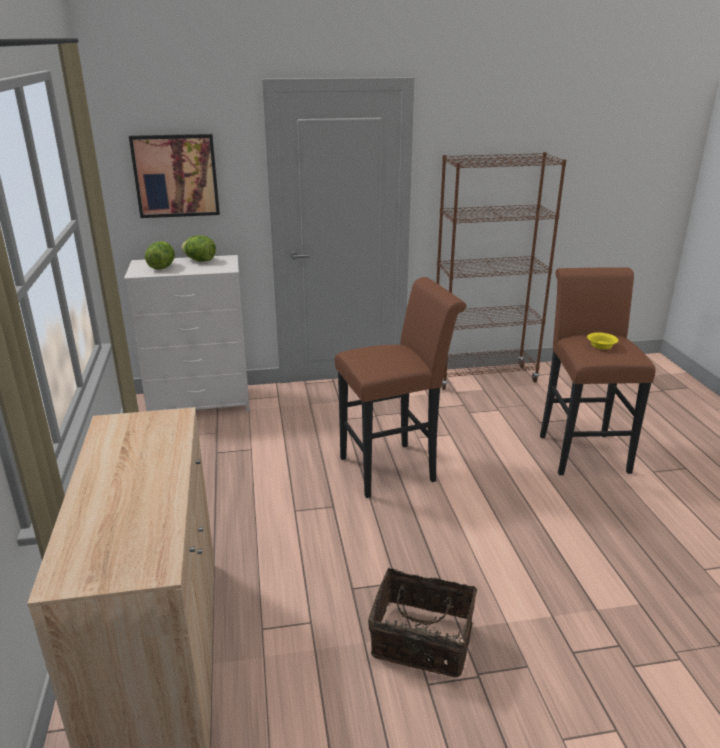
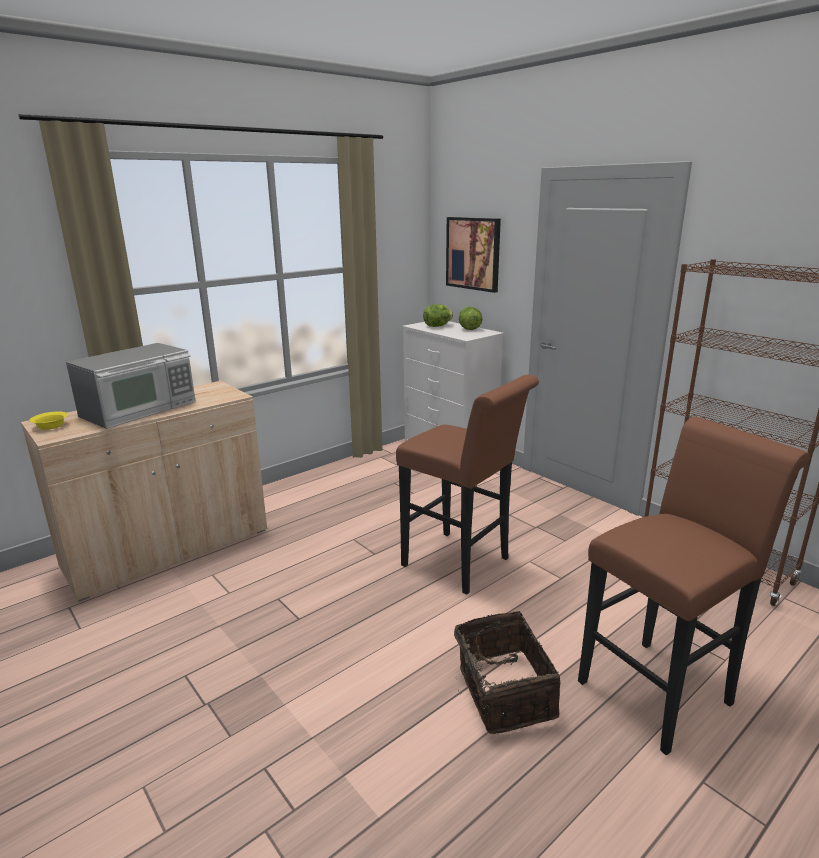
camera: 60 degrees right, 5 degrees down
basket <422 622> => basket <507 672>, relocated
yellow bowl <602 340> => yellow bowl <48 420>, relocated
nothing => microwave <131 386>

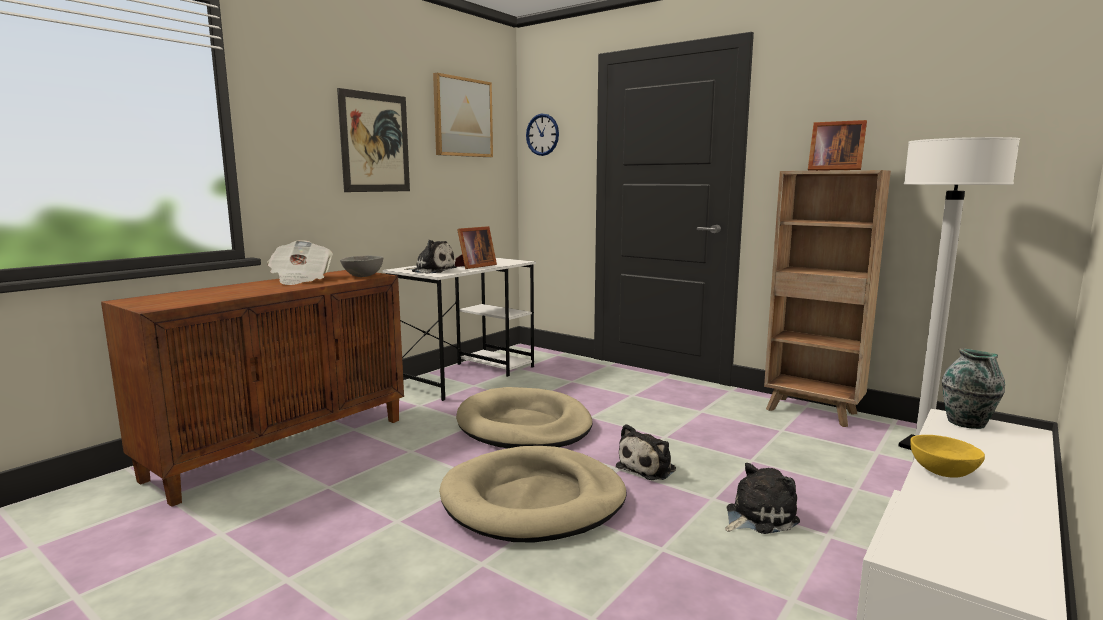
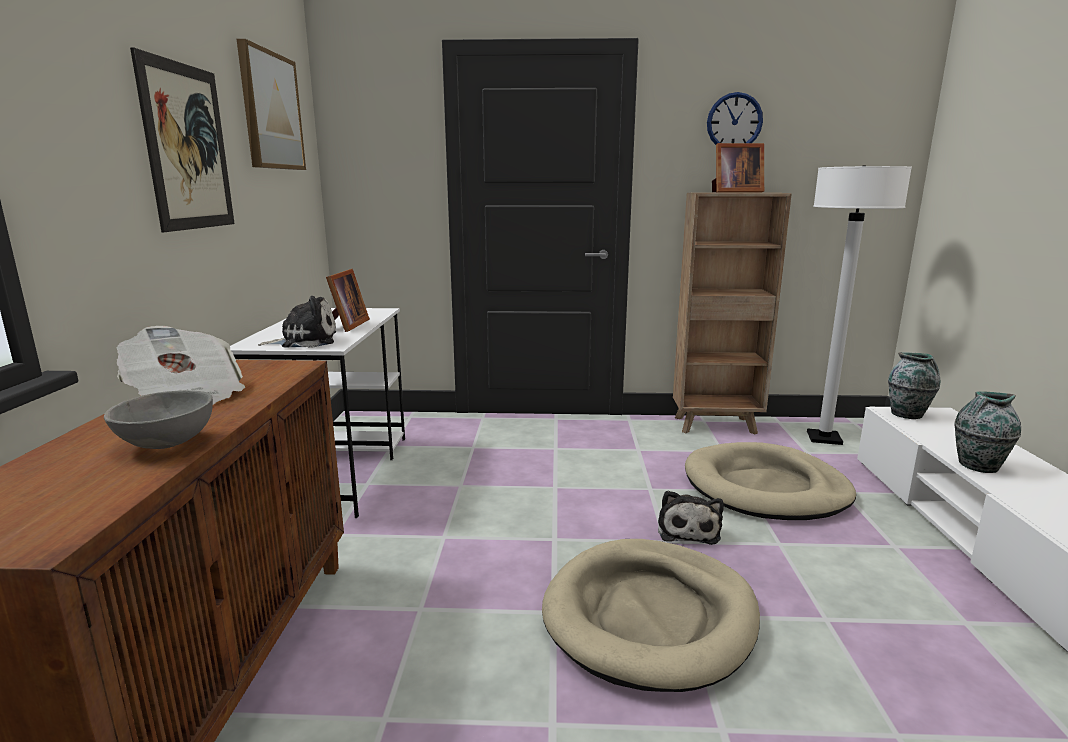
camera: 35 degrees left, 5 degrees up
grey bowl <362 266> => grey bowl <158 420>, relocated
beige dog bed <524 417> => beige dog bed <770 481>, relocated
wall clock <542 134> => wall clock <735 118>, relocated
plush toy <762 498> => nothing
yellow bowl <947 456> => vase <987 432>

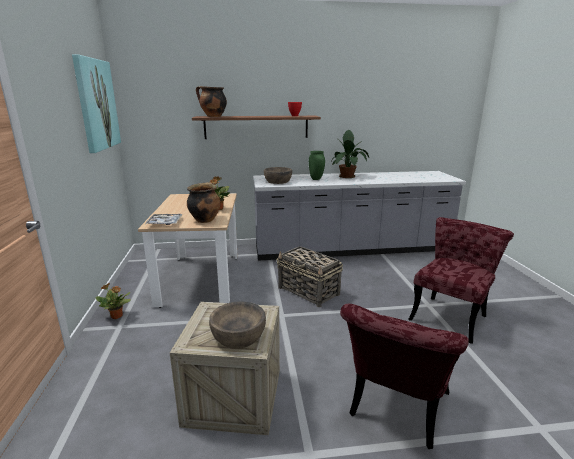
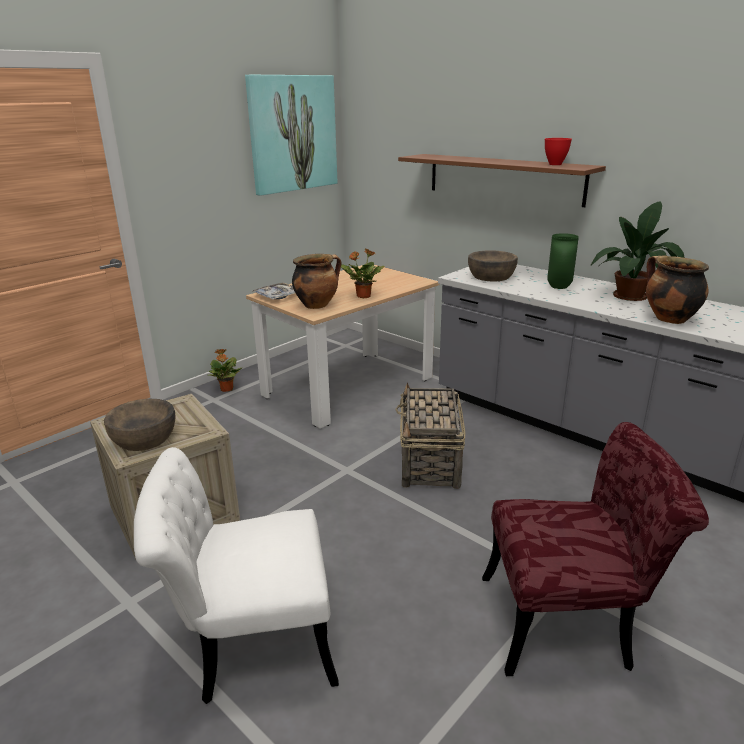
camera: 50 degrees right, 5 degrees up
cooking pot <211 101> => cooking pot <677 290>, relocated
red chair <404 376> => white chair <236 575>

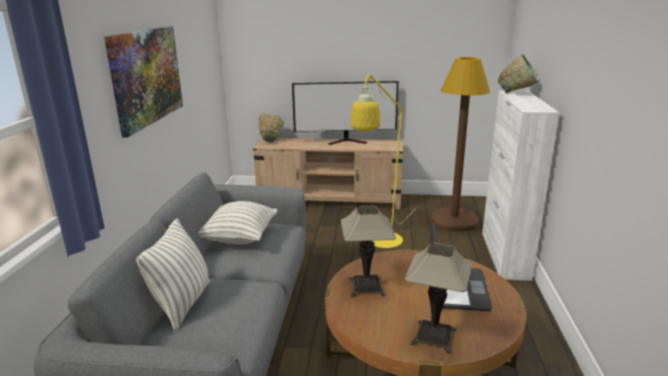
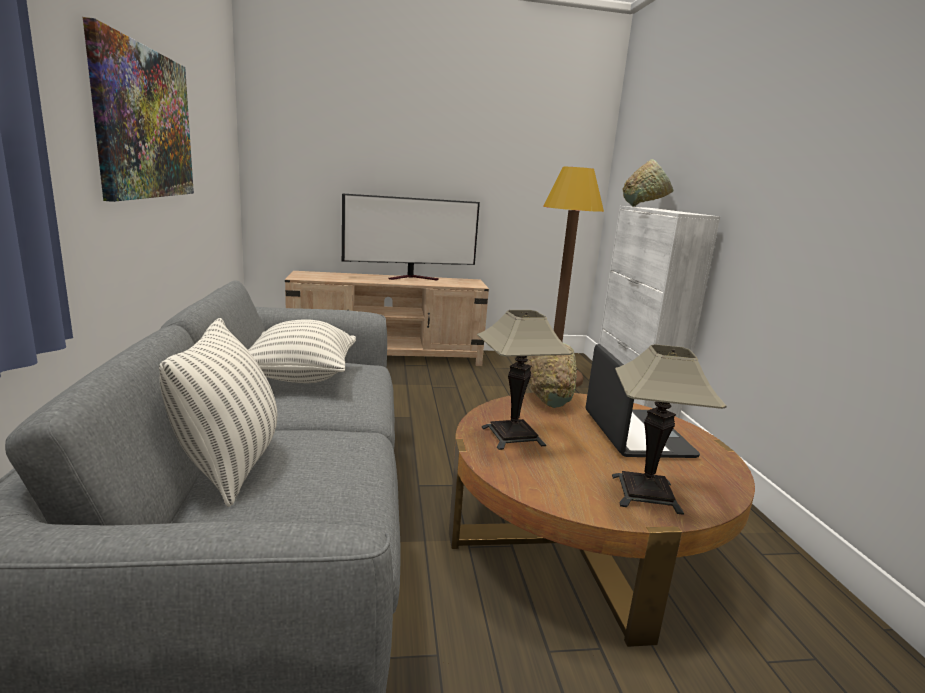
camera: 15 degrees left, 5 degrees down
green bowl <271 127> => green bowl <550 375>, relocated
yellow floor lamp <384 160> => nothing

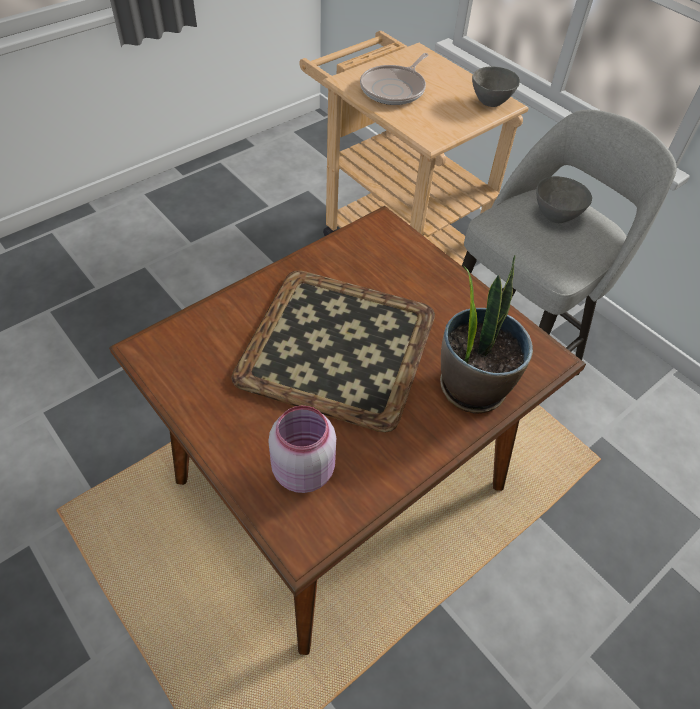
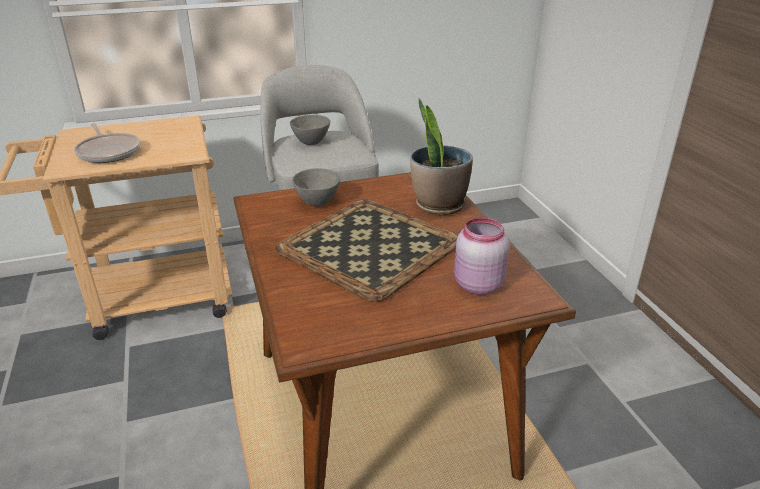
camera: 65 degrees left, 20 degrees down
grey bowl <496 86> => grey bowl <316 187>, relocated

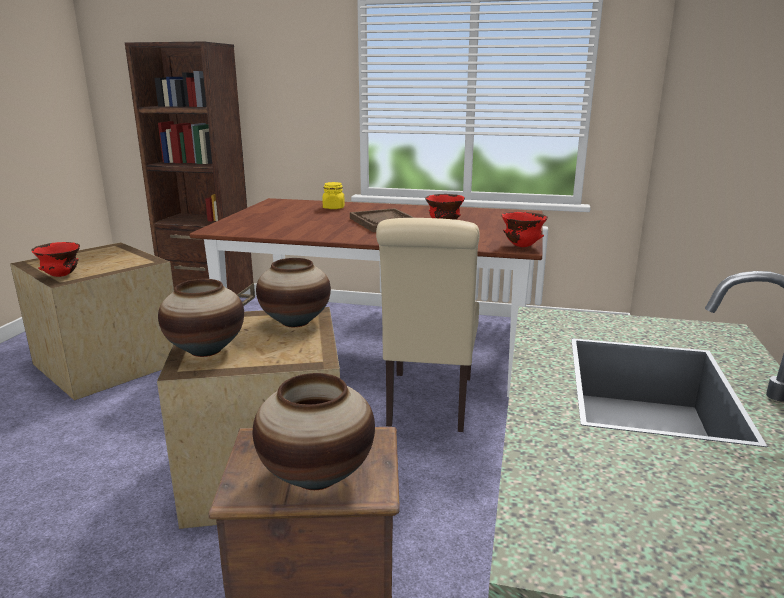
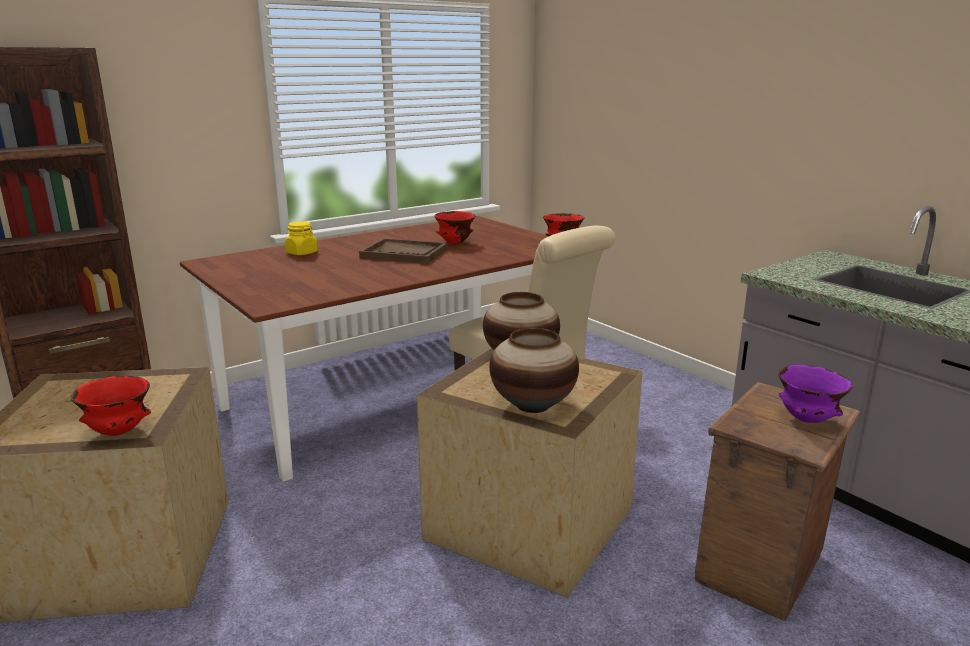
camera: 50 degrees left, 0 degrees up
vase <314 431> => purple bowl <815 394>

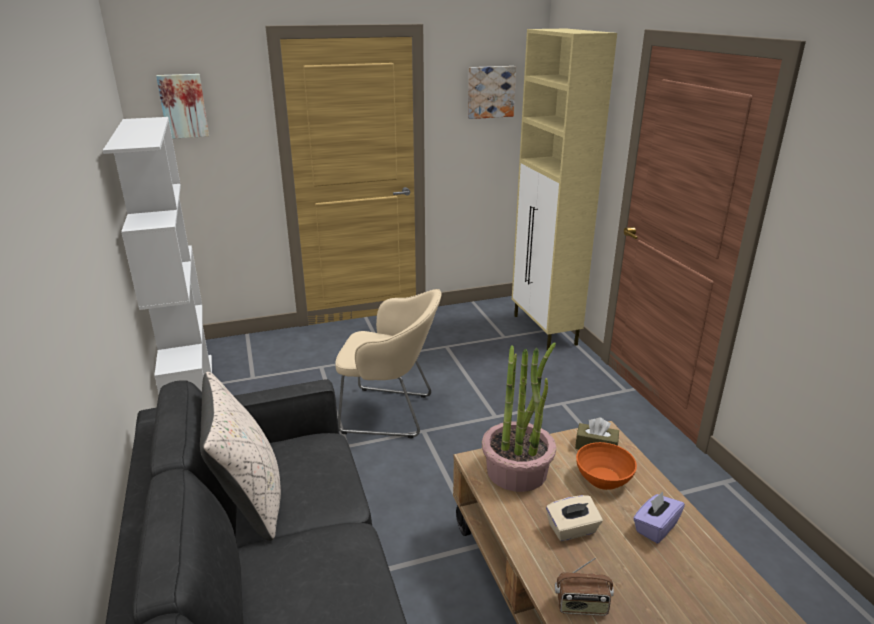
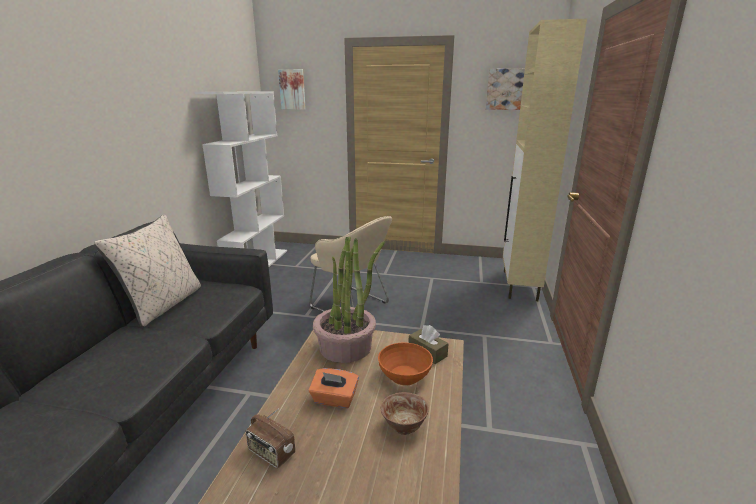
camera: 30 degrees right, 5 degrees down
beige tissue box <574 518> => orange tissue box <334 388>
purple tissue box <659 517> => bowl <405 413>

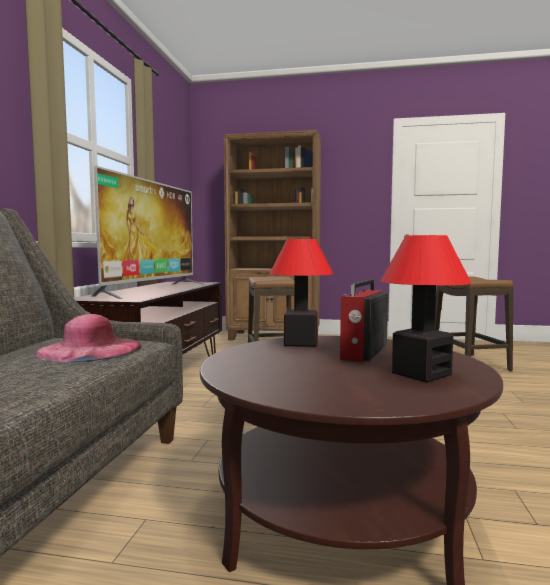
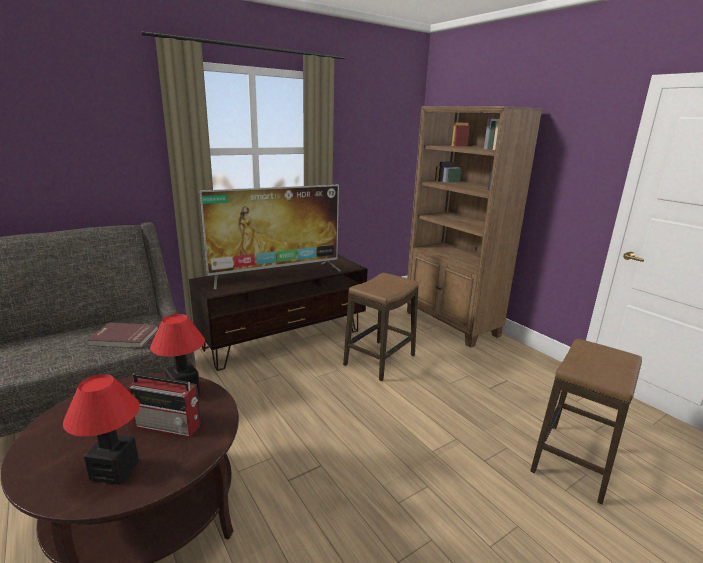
camera: 45 degrees right, 15 degrees up
pink hat <88 338> => red book <123 335>
radio <364 320> => radio <164 405>, 150 degrees counterclockwise

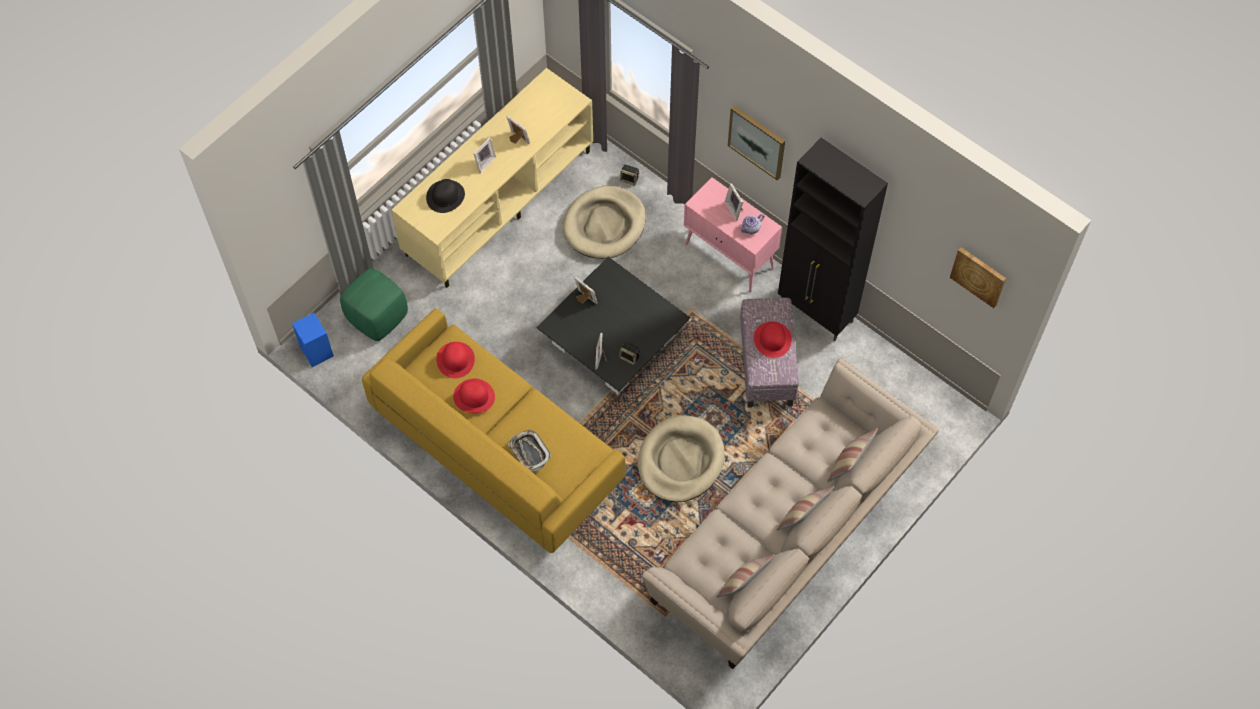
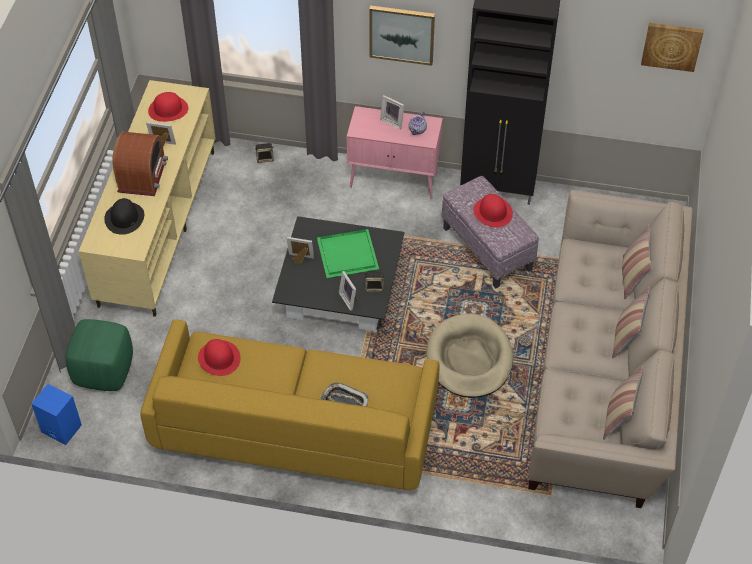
camera: 30 degrees left, 10 degrees down
red hat <474 396> => red hat <168 107>, relocated
picture frame <484 155> => radio <140 164>
beige dog bed <604 222> => nothing
nothing => green tray <348 253>

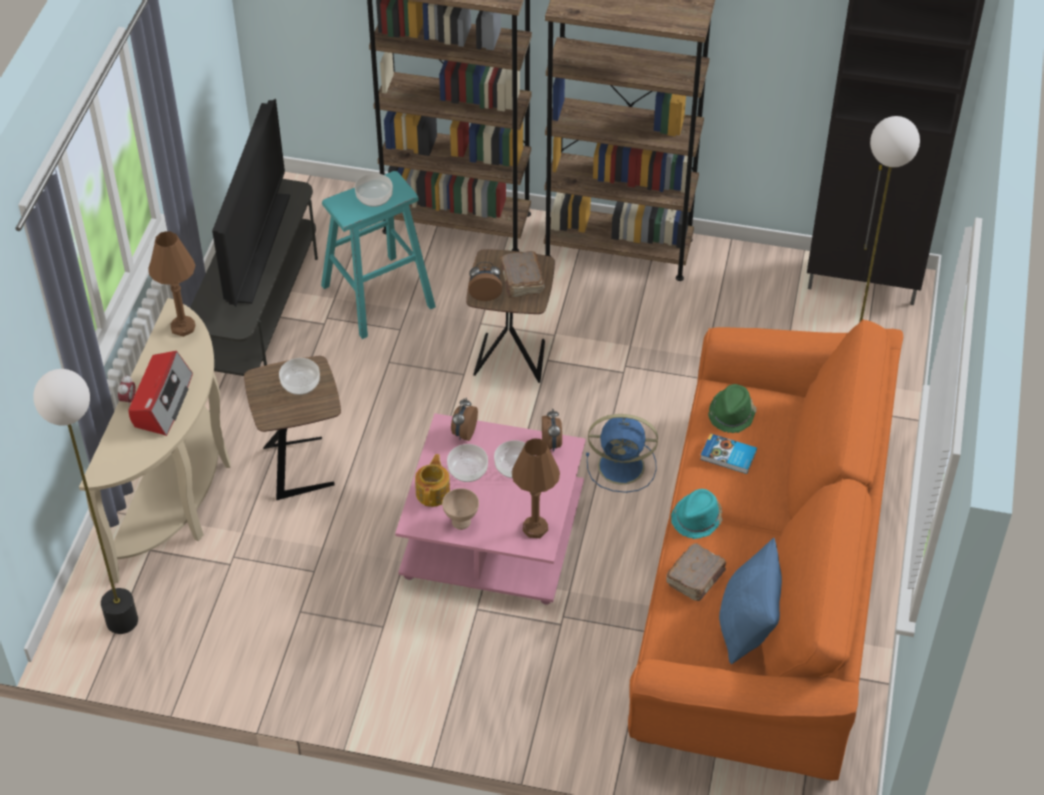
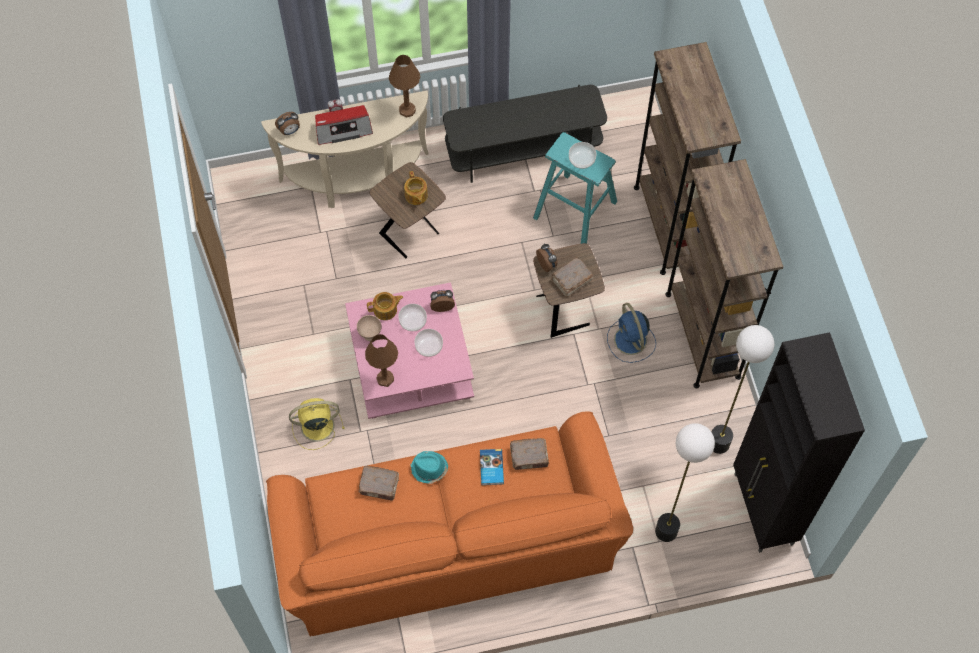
camera: 65 degrees right, 15 degrees up
floor lamp <85 501> => floor lamp <743 389>, relocated
television <251 203> => nothing
bowl <299 376> => teapot <416 188>
alarm clock <552 430> => alarm clock <287 123>, relocated
blue fan <622 453> => blue fan <631 333>, relocated
green hat <732 408> => brown book <529 454>
blue pillow <750 601> => nothing
nothing => yellow fan <317 424>

